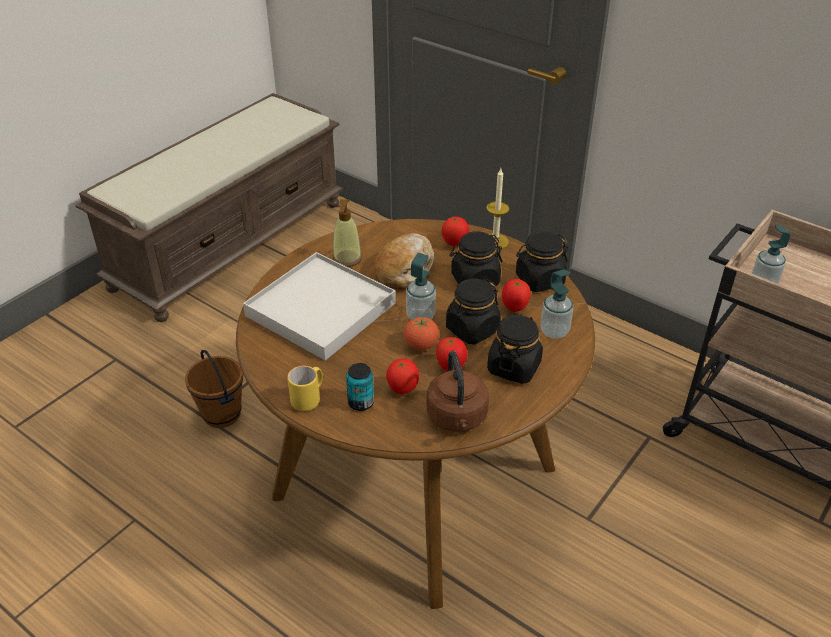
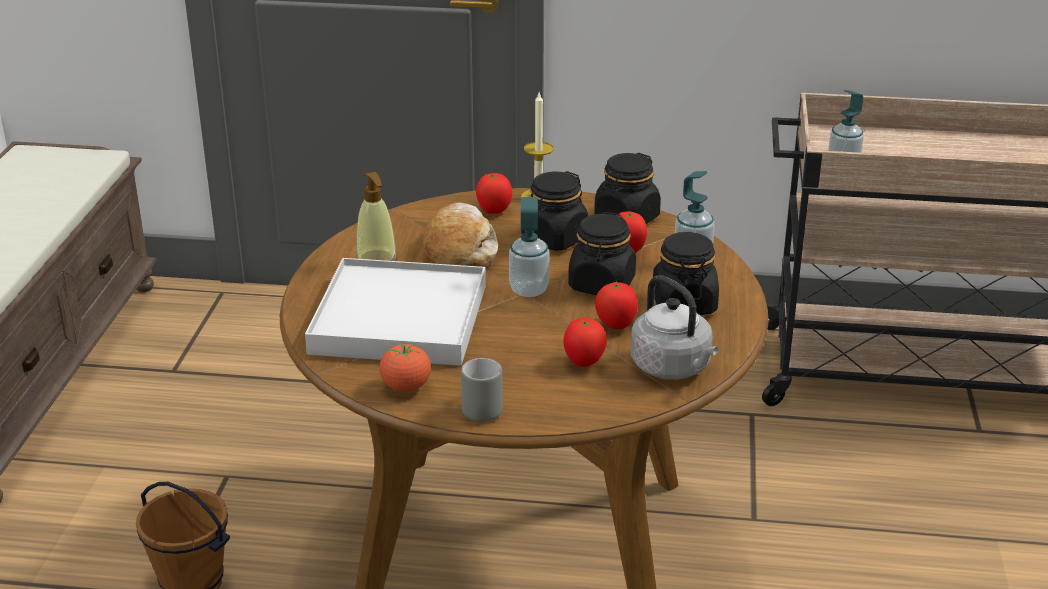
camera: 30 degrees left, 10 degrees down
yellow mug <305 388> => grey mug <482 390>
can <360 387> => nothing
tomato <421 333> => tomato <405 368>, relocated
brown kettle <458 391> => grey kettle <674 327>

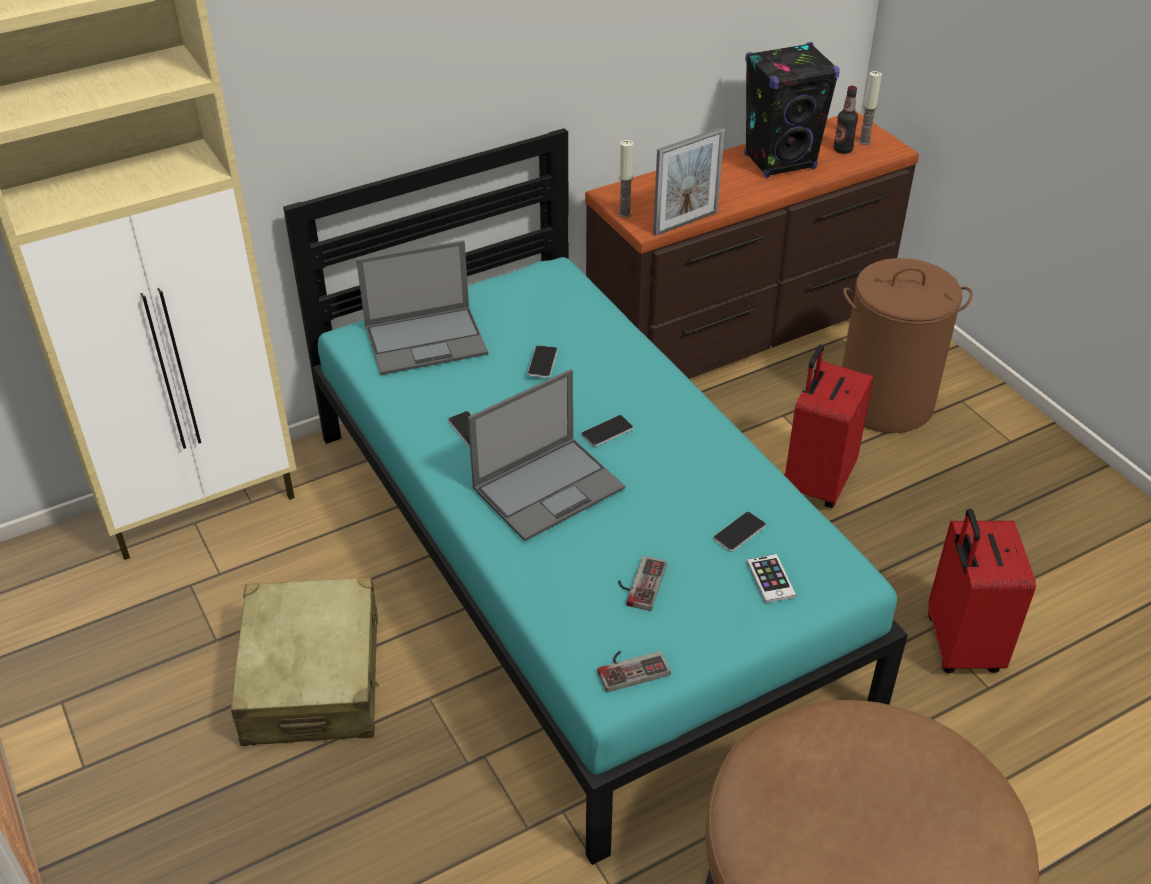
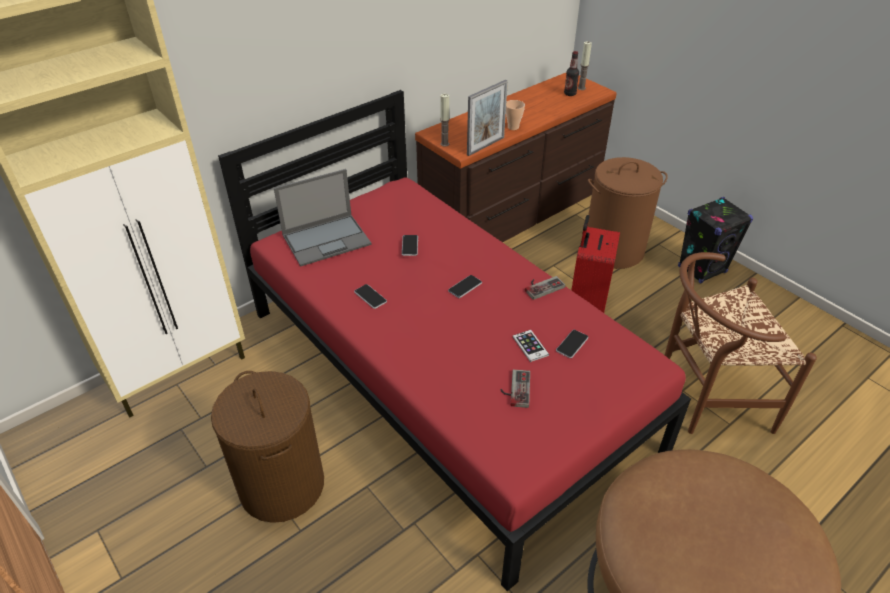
camera: 10 degrees left, 0 degrees up
beige suitcase <305 661> => brown laundry basket <267 447>
turquoise bed <595 496> => red bed <454 340>
laptop <546 455> => nothing
game controller <634 672> => game controller <545 288>, relocated
black speaker <792 110> => black speaker <715 240>, relocated
phone <771 578> => phone <531 346>, relocated
red suitcase <982 591> => brown chair <741 343>
nothing => cup <515 115>

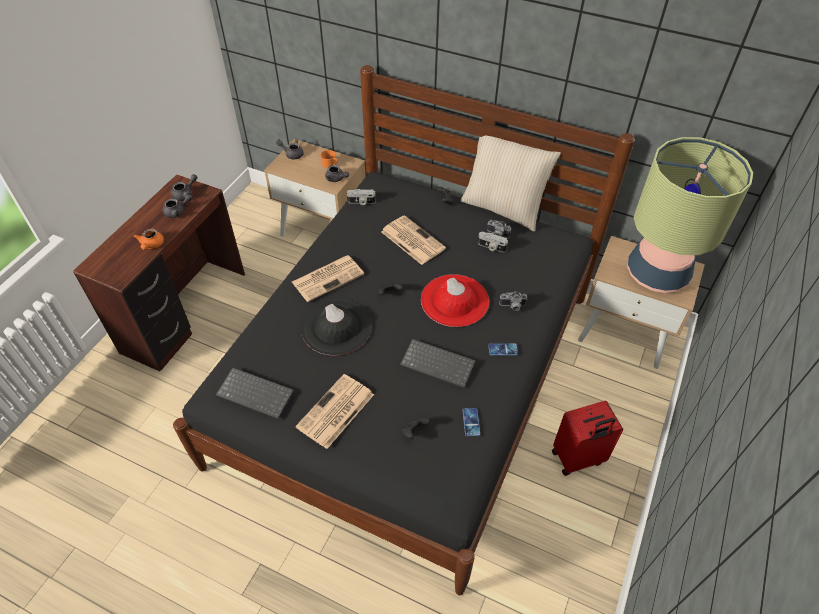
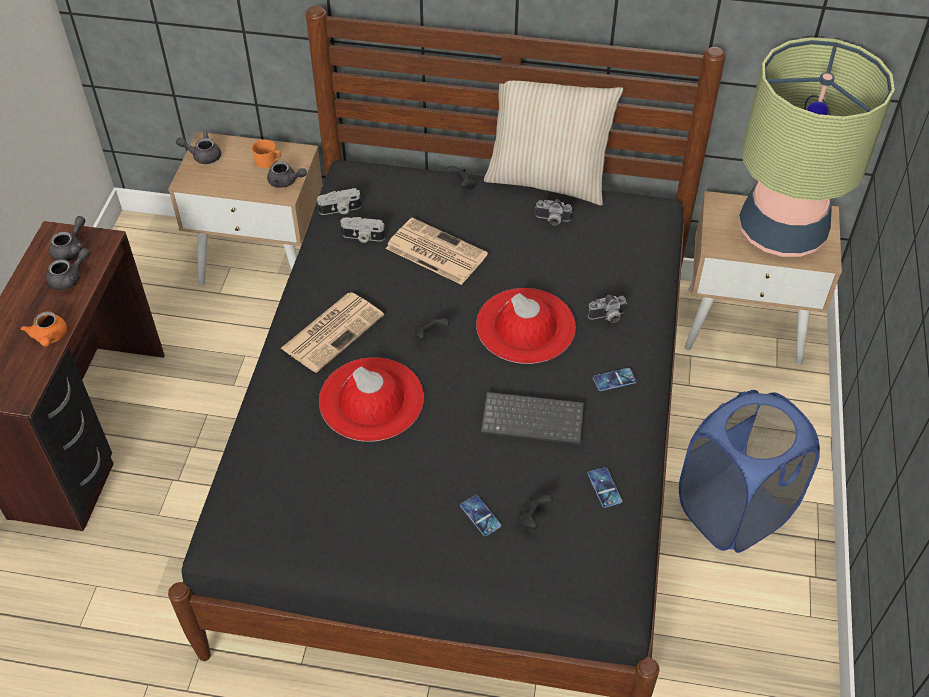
camera: 15 degrees left, 0 degrees up
keyboard <255 393> => nothing
newspaper <334 411> => nothing
black hat <336 327> => red hat <371 399>
photo camera <493 242> => photo camera <362 230>, relocated
red suitcase <587 438> => blue laundry basket <749 471>
nothing => phone <480 515>

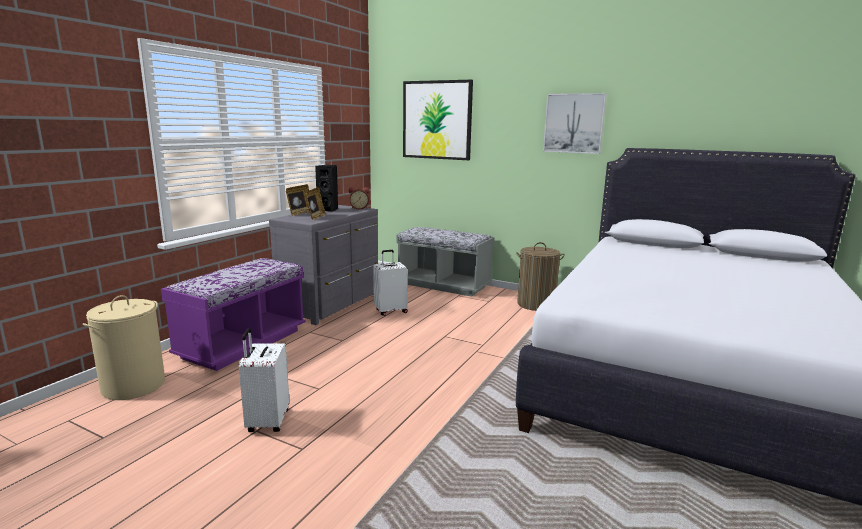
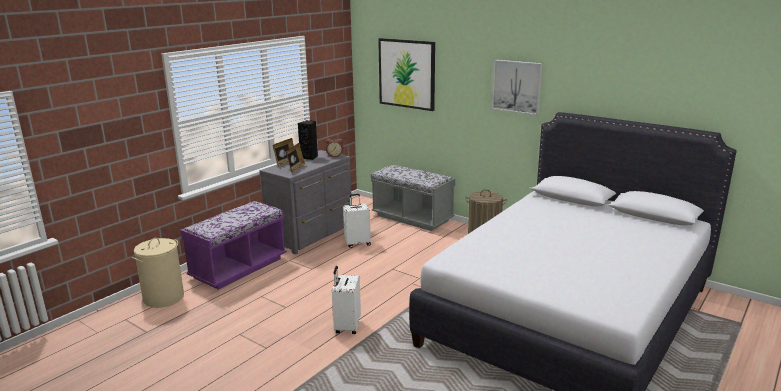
camera: 10 degrees right, 5 degrees up
white suitcase <264 380> => white suitcase <346 300>, relocated

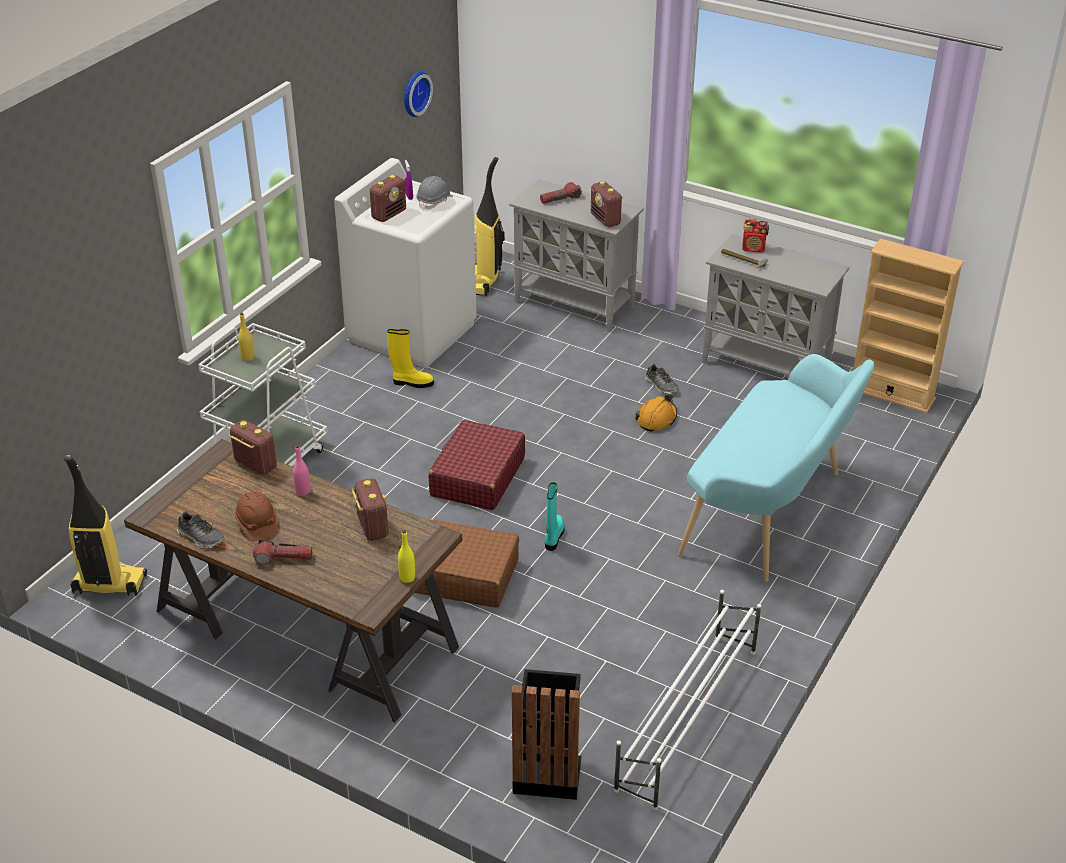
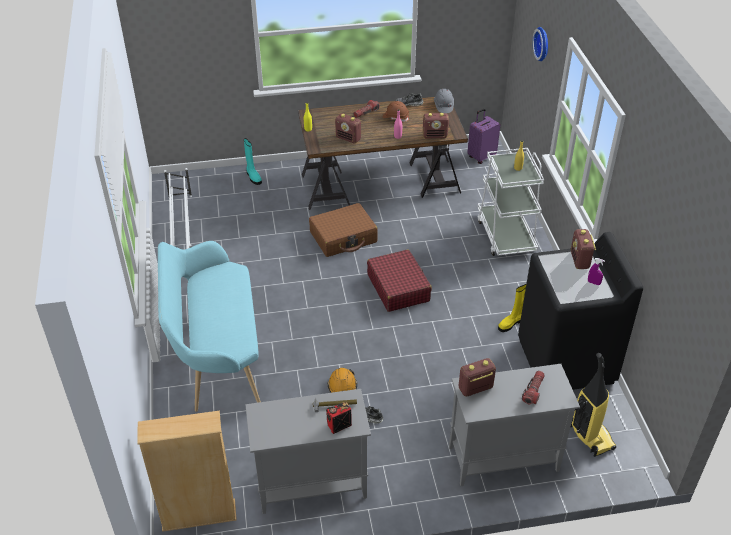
camera: 140 degrees right, 5 degrees up
vacuum cleaner <105 525> => purple suitcase <483 136>
white washing machine <405 263> => black washing machine <580 311>
wall clock <418 94> => wall clock <540 44>, relocated
grey hard hat <434 193> => grey hard hat <444 101>, relocated
black trash can <547 734> => nothing
turquoise boot <554 516> => turquoise boot <253 161>, relocated
radio <607 204> => radio <477 377>, 45 degrees counterclockwise

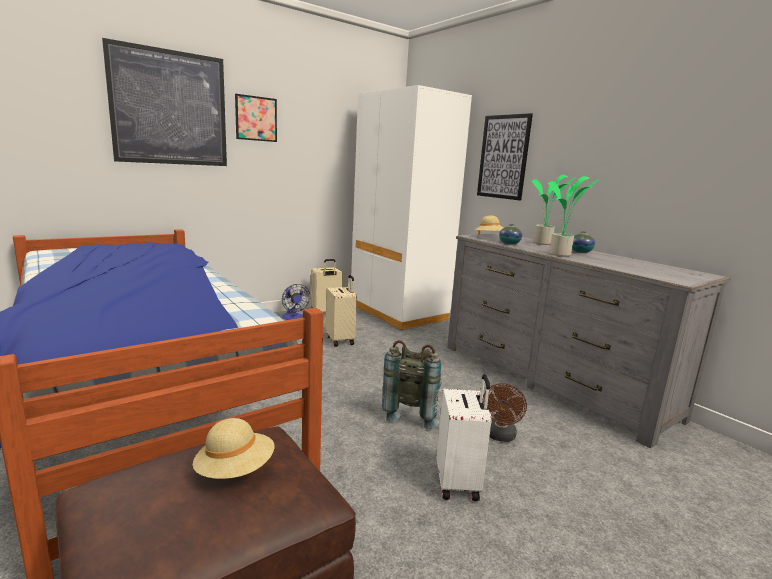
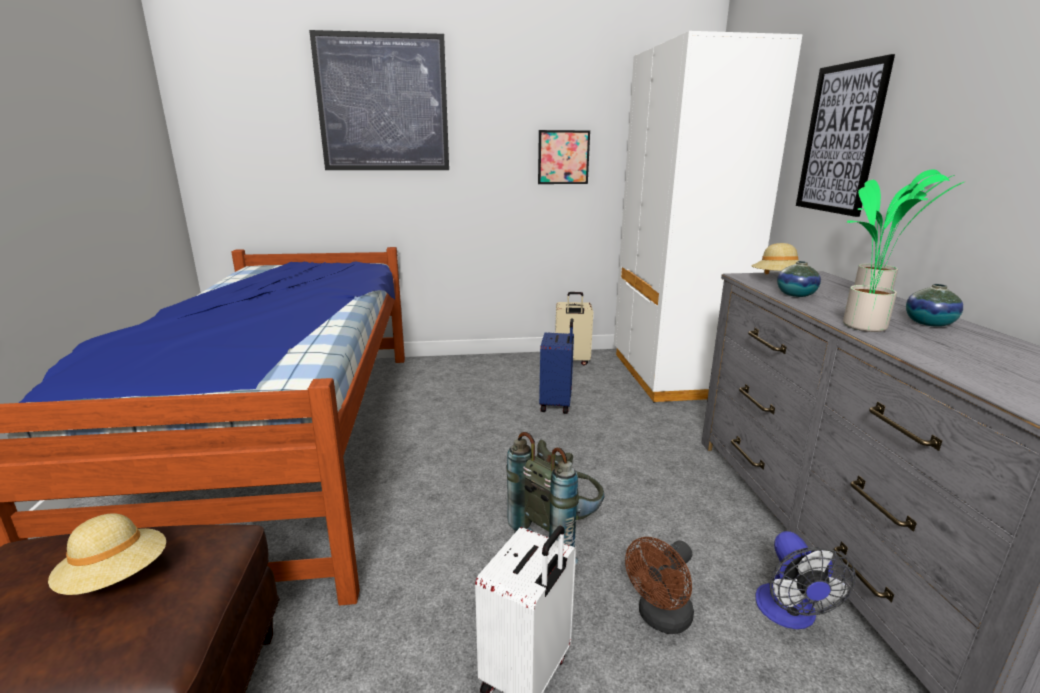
camera: 30 degrees right, 5 degrees up
picture <256 118> => picture <564 157>, relocated
fan <296 302> => fan <805 580>, relocated
beige suitcase <341 311> => blue suitcase <556 366>

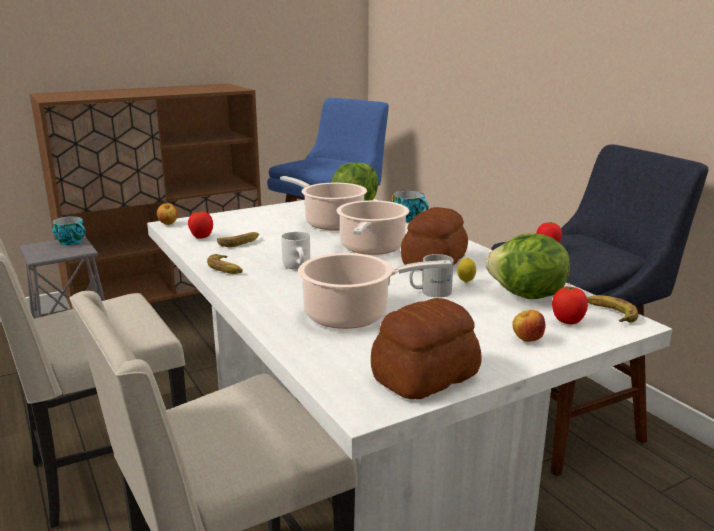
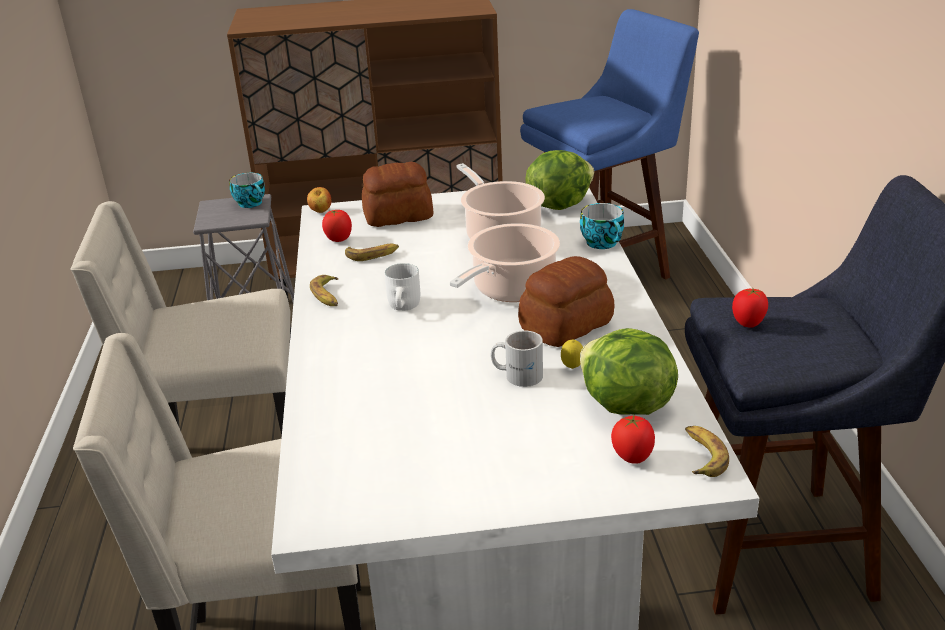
camera: 25 degrees right, 10 degrees up
cooking pot <375 291> => nothing
bread <426 348> => bread <397 194>, relocated
apple <529 326> => nothing

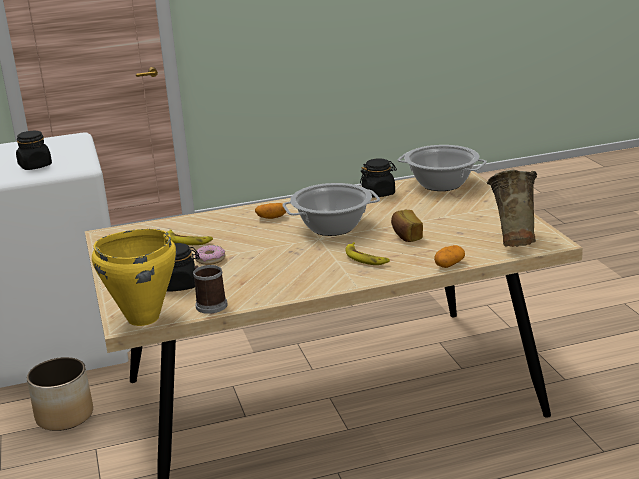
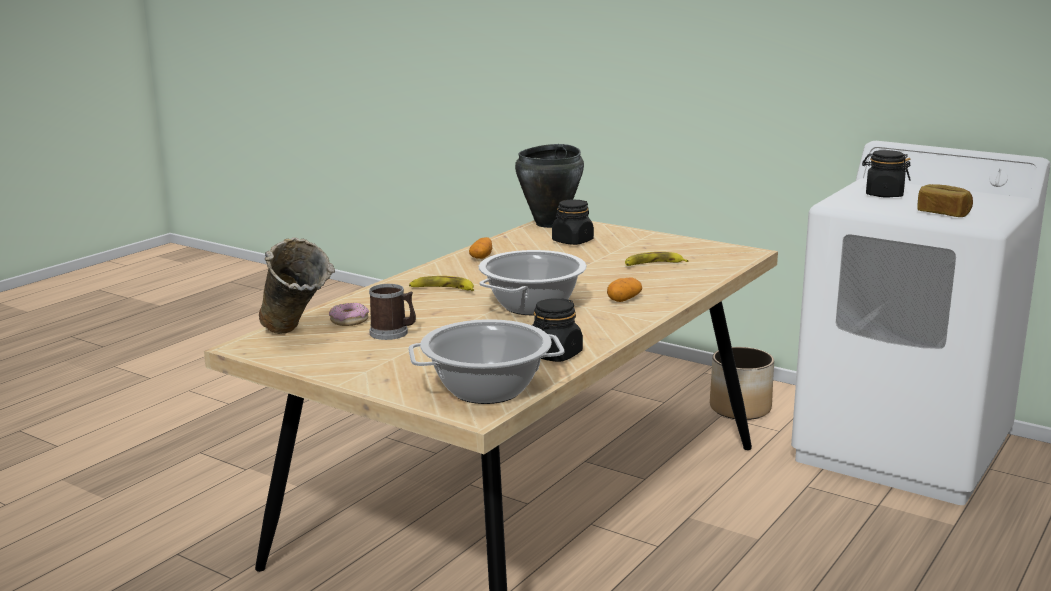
camera: 140 degrees right, 5 degrees down
yellow cooking pot <134 277> => black cooking pot <549 186>
mug <210 289> => mug <392 312>, relocated
donut <210 255> => donut <349 314>, relocated
bread <407 226> => bread <945 200>, relocated
potato <449 256> => potato <480 248>, relocated

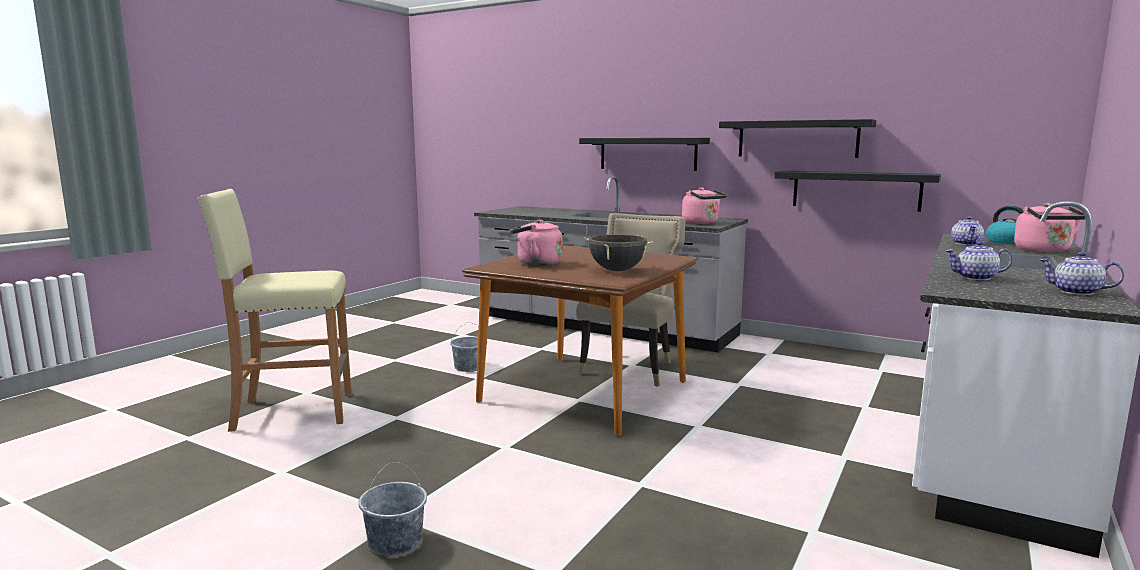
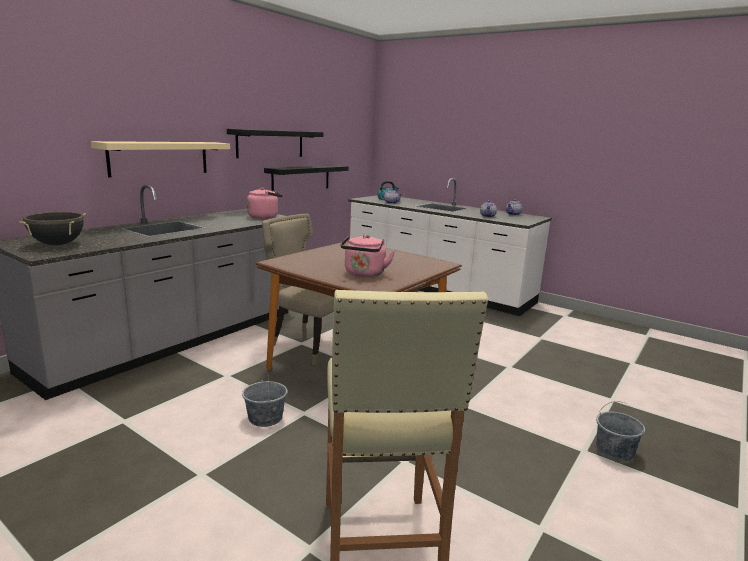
camera: 85 degrees left, 5 degrees up
black shelf <644 154> => beige shelf <160 159>
black cooking pot <618 252> => black cooking pot <52 228>, relocated
pink kettle <1049 228> => nothing

